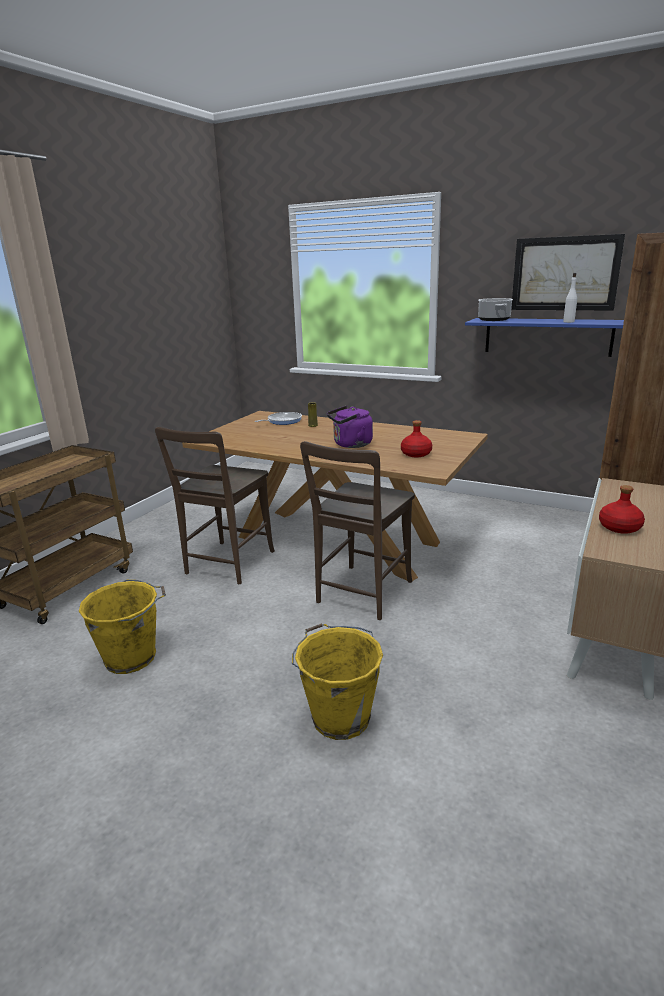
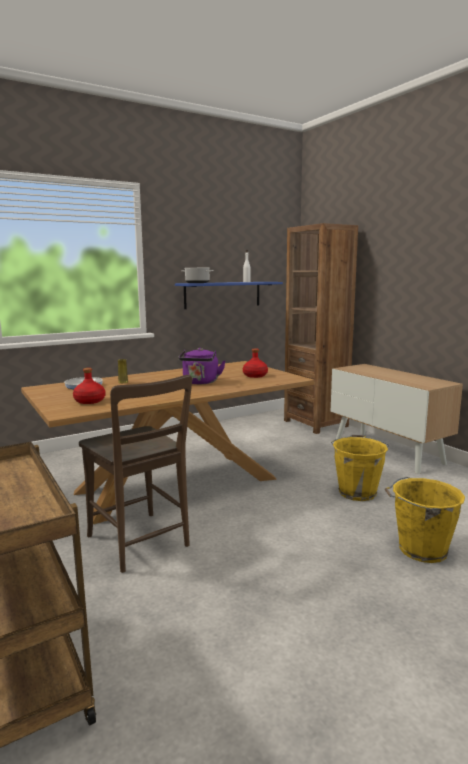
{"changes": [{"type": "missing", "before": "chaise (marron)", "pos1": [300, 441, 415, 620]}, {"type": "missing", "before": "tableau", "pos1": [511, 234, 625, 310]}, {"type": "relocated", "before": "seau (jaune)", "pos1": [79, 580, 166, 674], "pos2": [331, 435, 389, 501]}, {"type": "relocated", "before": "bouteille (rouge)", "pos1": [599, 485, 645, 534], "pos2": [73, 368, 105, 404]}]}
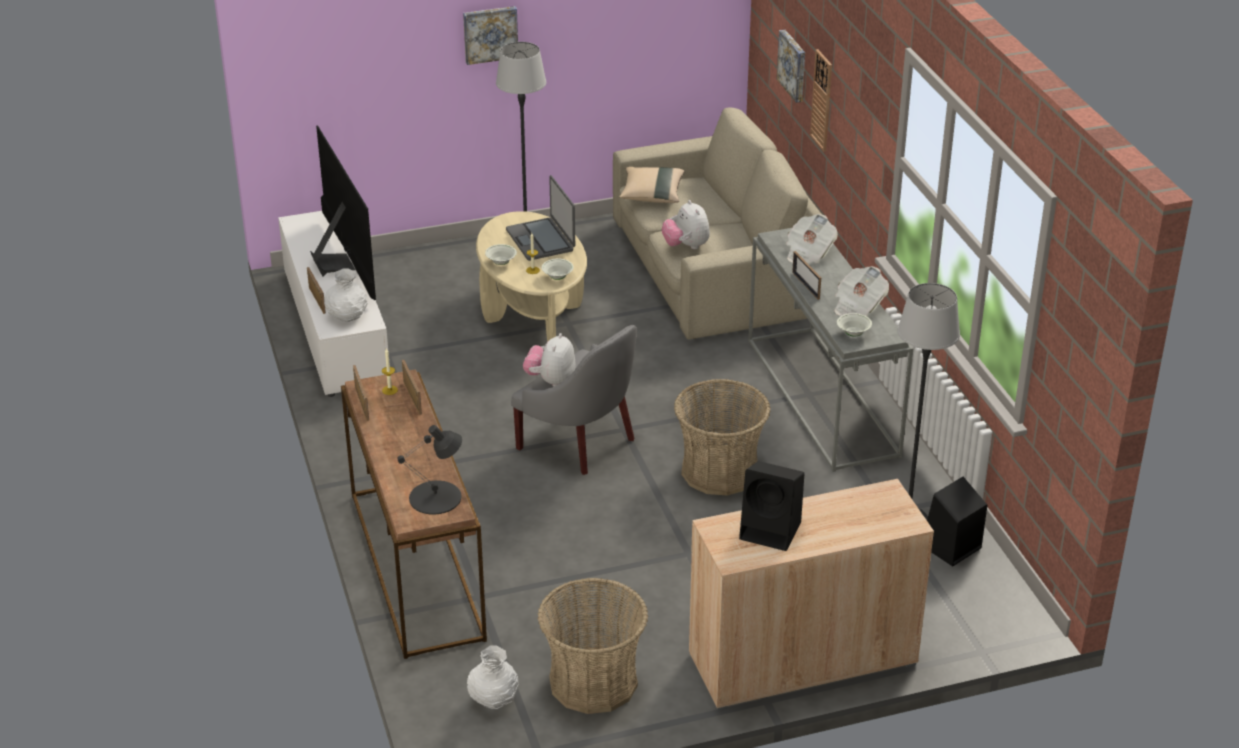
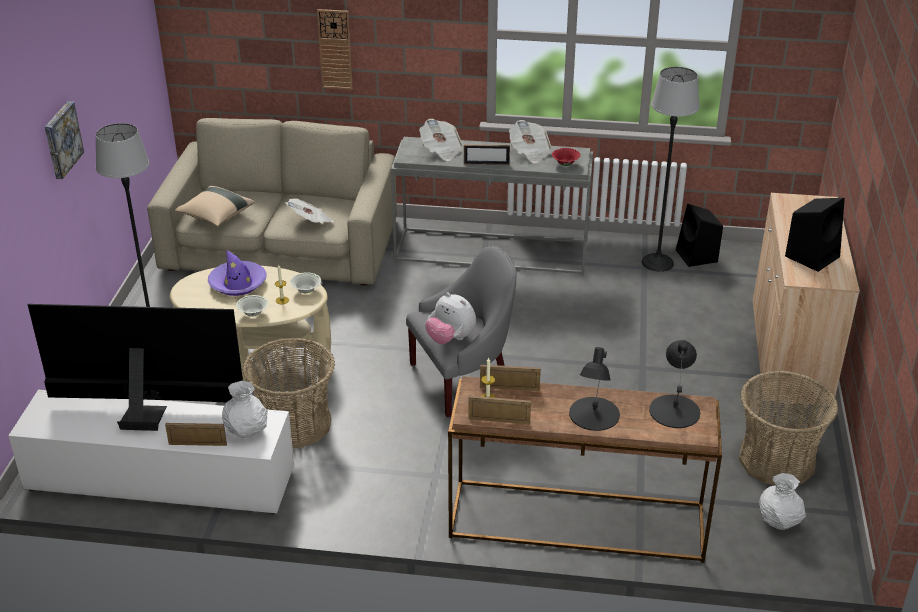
{"changes": [{"type": "missing", "before": "tableau", "pos1": [777, 30, 805, 103]}, {"type": "appeared", "after": "lampe de table (noir)", "pos2": [569, 347, 620, 431]}, {"type": "relocated", "before": "panier", "pos1": [674, 379, 771, 495], "pos2": [242, 337, 335, 448]}, {"type": "exchanged", "before": "ordinateur portable", "after": "chapeau (violet)", "pos1": [506, 175, 575, 261], "pos2": [208, 250, 267, 296]}, {"type": "exchanged", "before": "peluche", "after": "journal", "pos1": [662, 200, 710, 249], "pos2": [285, 198, 334, 224]}, {"type": "colour", "before": "bol (blanc)", "after": "bol (rouge)", "pos1": [837, 313, 872, 337], "pos2": [552, 148, 580, 166]}]}
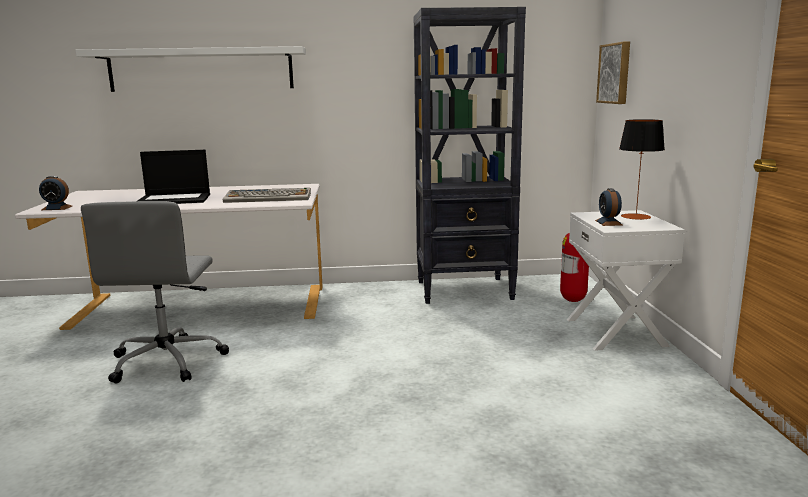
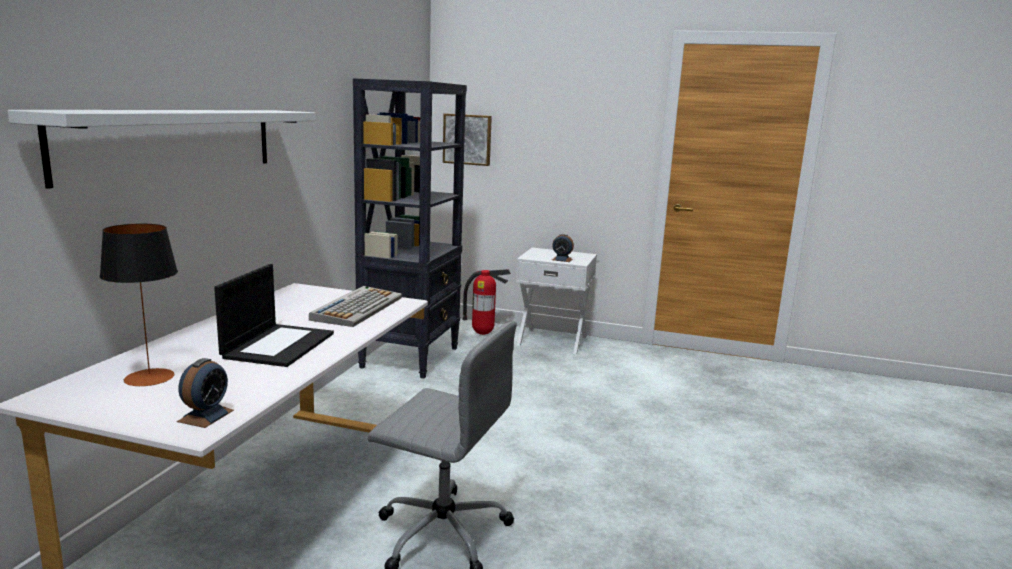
{"changes": [{"type": "relocated", "before": "lampe de table", "pos1": [619, 119, 665, 220], "pos2": [100, 224, 178, 386]}]}
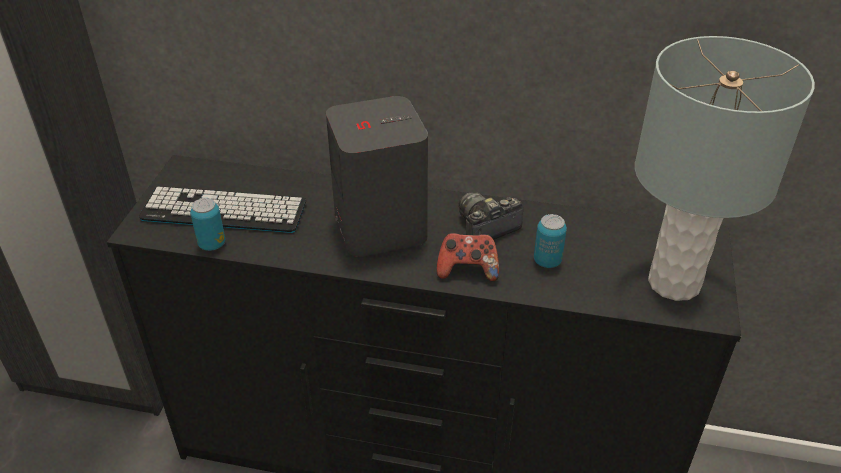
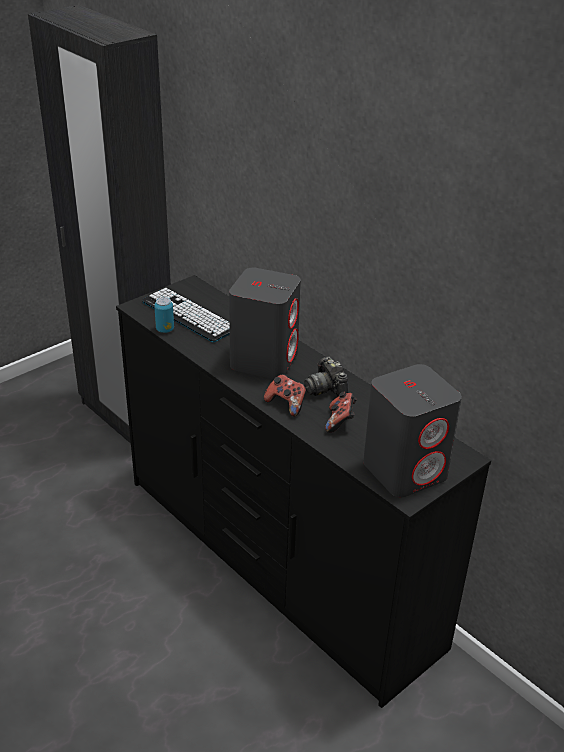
{"changes": [{"type": "exchanged", "before": "boîte métallique", "after": "manette", "pos1": [534, 214, 567, 268], "pos2": [325, 392, 357, 433]}, {"type": "exchanged", "before": "lampe de table (gris)", "after": "enceinte (gris)", "pos1": [635, 36, 815, 301], "pos2": [363, 364, 462, 498]}, {"type": "spun", "before": "appareil photo", "pos1": [459, 192, 523, 240], "pos2": [304, 357, 348, 396], "turn": -120}]}
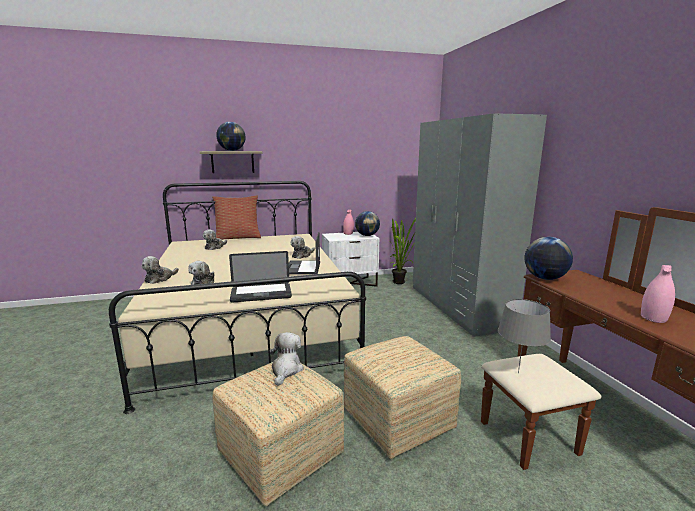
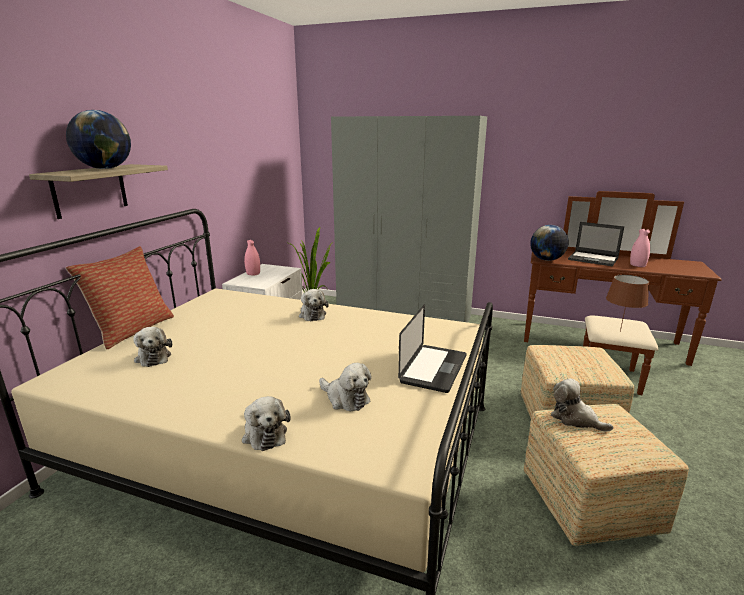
{"changes": [{"type": "missing", "before": "globe", "pos1": [355, 211, 380, 236]}, {"type": "relocated", "before": "ordinateur portable", "pos1": [289, 232, 320, 274], "pos2": [568, 222, 624, 266]}, {"type": "colour", "before": "lampe de table (gris)", "after": "lampe de table (marron)", "pos1": [498, 299, 551, 373], "pos2": [606, 274, 649, 332]}]}
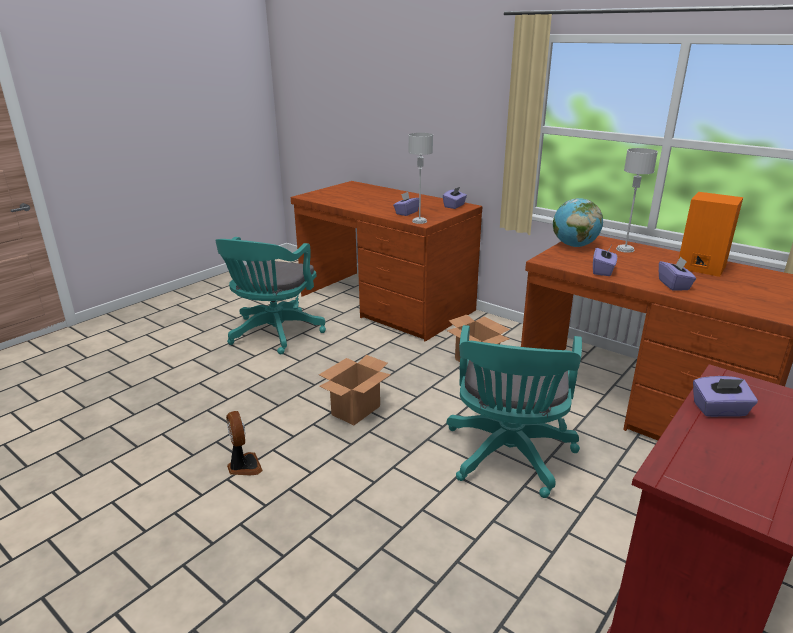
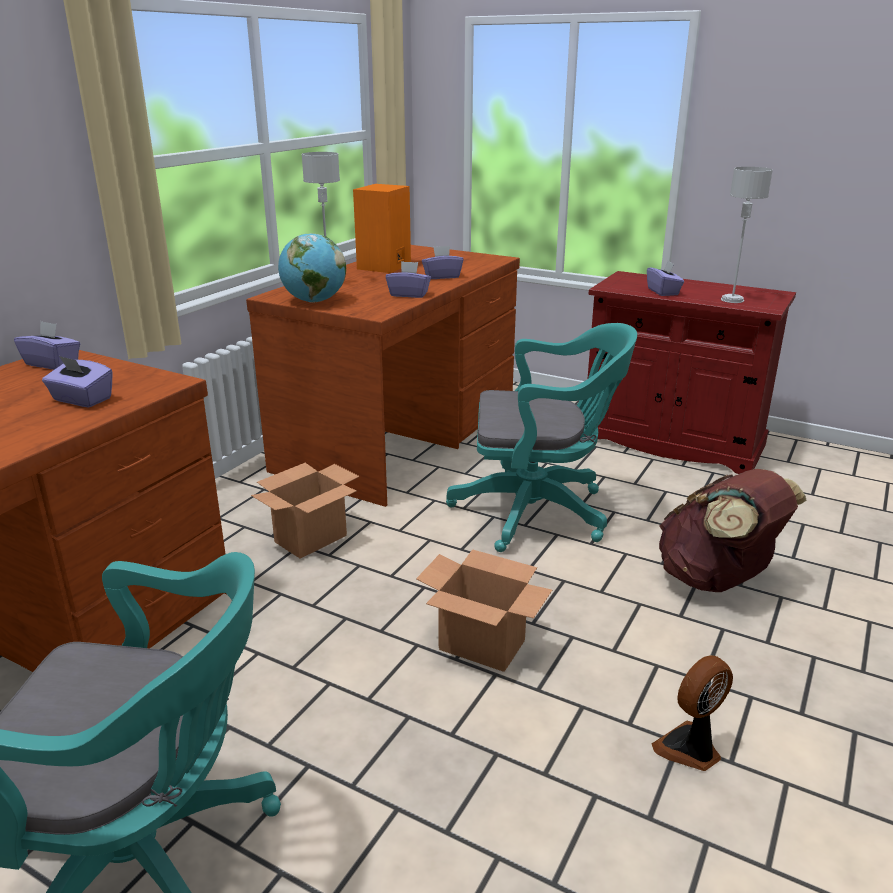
{"changes": [{"type": "appeared", "after": "sac à dos (marron)", "pos2": [659, 469, 807, 592]}, {"type": "relocated", "before": "lampe de table (gris)", "pos1": [408, 133, 433, 224], "pos2": [721, 167, 773, 303]}]}
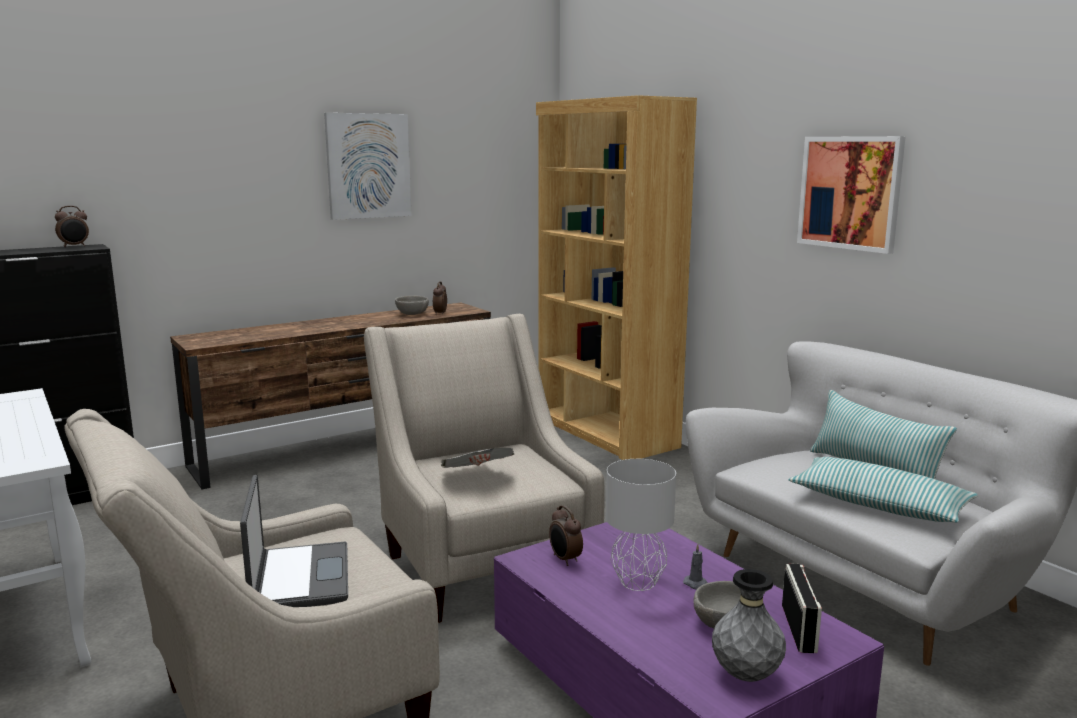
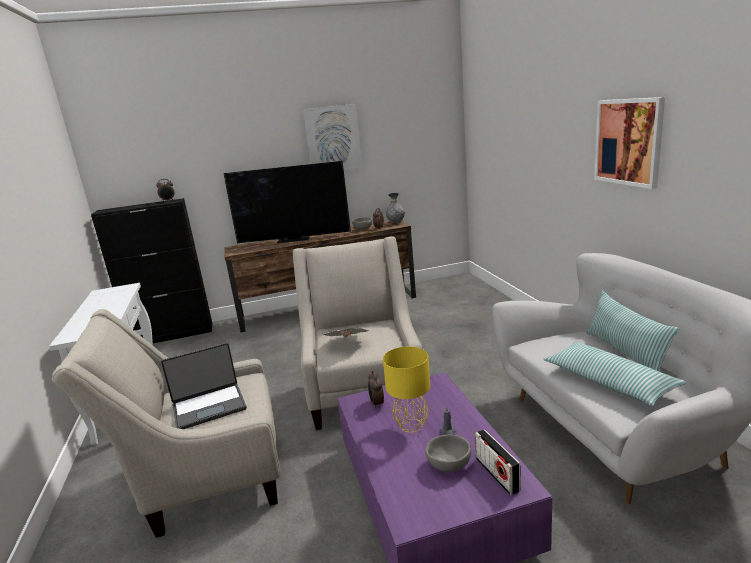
{"changes": [{"type": "missing", "before": "bibliothèque (marron)", "pos1": [536, 95, 697, 460]}, {"type": "appeared", "after": "téléviseur", "pos2": [223, 161, 351, 243]}, {"type": "relocated", "before": "vase (gris)", "pos1": [712, 569, 786, 682], "pos2": [386, 193, 405, 223]}, {"type": "colour", "before": "lampe de table (gris)", "after": "lampe de table (jaune)", "pos1": [606, 459, 676, 591], "pos2": [383, 346, 430, 433]}, {"type": "spun", "before": "ordinateur portable", "pos1": [240, 475, 348, 607], "pos2": [161, 343, 247, 429], "turn": 60}, {"type": "spun", "before": "radio", "pos1": [782, 564, 822, 653], "pos2": [475, 429, 521, 495], "turn": 135}]}
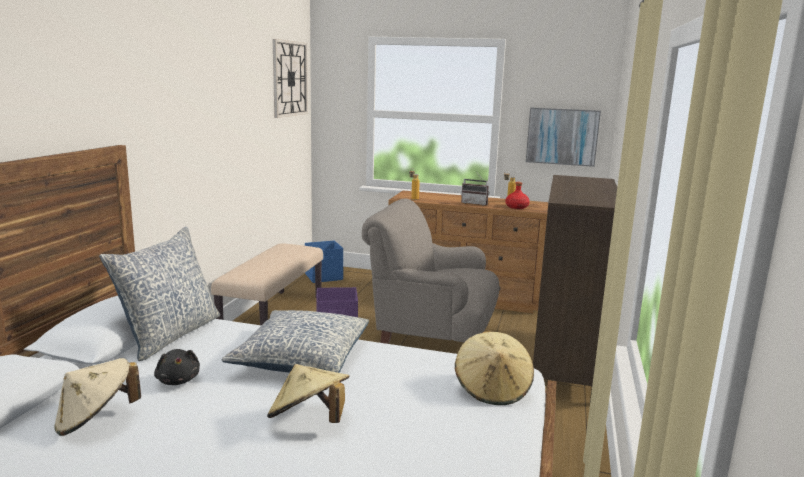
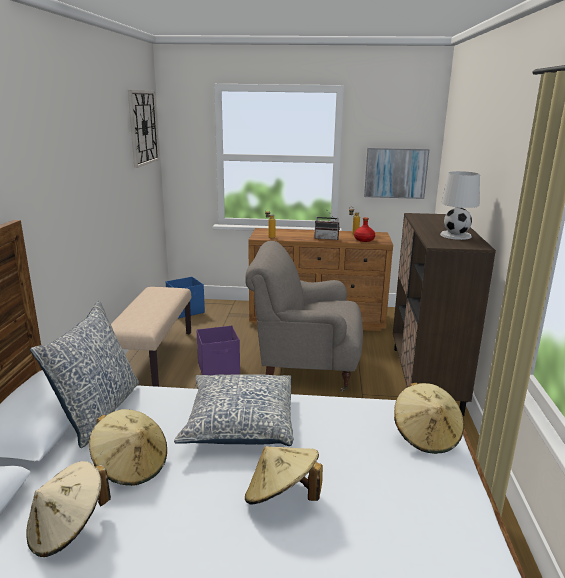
{"changes": [{"type": "appeared", "after": "lampe de table (blanc)", "pos2": [440, 171, 480, 240]}, {"type": "exchanged", "before": "peluche (noir)", "after": "chapeau (beige)", "pos1": [154, 349, 200, 385], "pos2": [89, 409, 167, 486]}]}
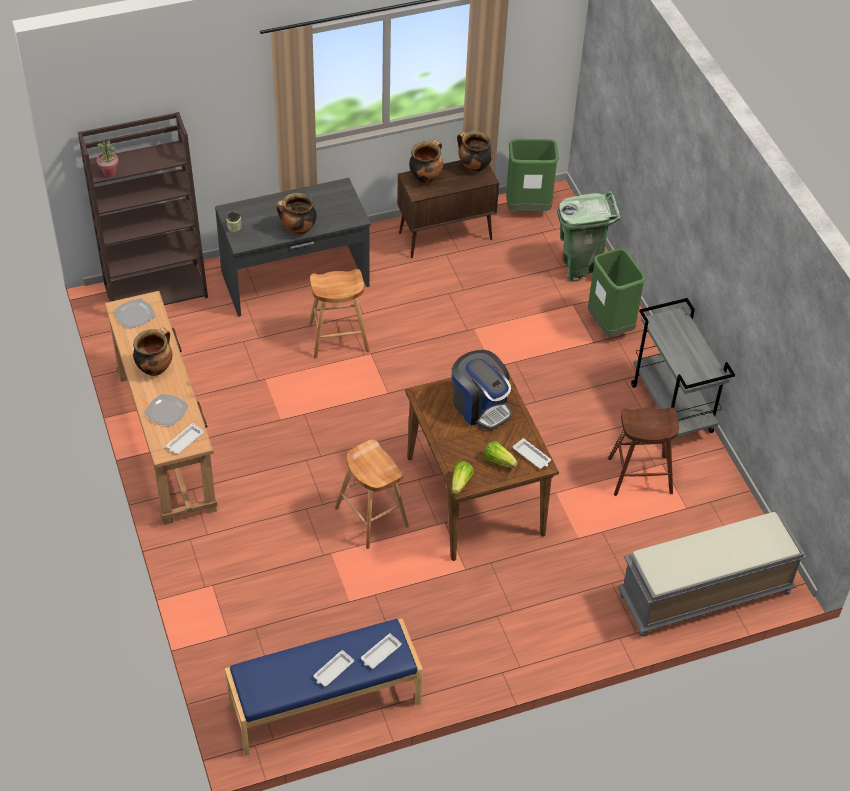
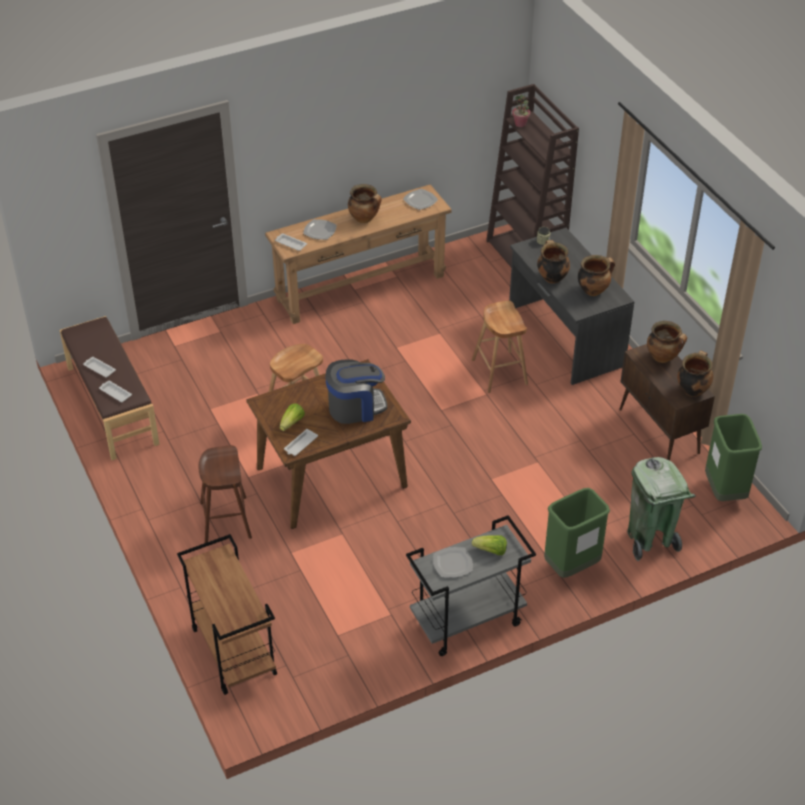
{"changes": [{"type": "appeared", "after": "assiette", "pos2": [433, 547, 473, 578]}, {"type": "appeared", "after": "marmite", "pos2": [578, 255, 615, 296]}, {"type": "relocated", "before": "laitue", "pos1": [452, 461, 474, 495], "pos2": [472, 535, 507, 555]}, {"type": "relocated", "before": "tabouret (marron)", "pos1": [608, 407, 679, 496], "pos2": [199, 446, 252, 543]}, {"type": "exchanged", "before": "banc (gris)", "after": "chariot (marron)", "pos1": [618, 512, 807, 637], "pos2": [177, 534, 277, 695]}, {"type": "colour", "before": "banc (bleu)", "after": "banc (marron)", "pos1": [225, 619, 423, 756], "pos2": [60, 316, 160, 460]}, {"type": "spun", "before": "machine à café", "pos1": [452, 350, 512, 430], "pos2": [325, 360, 387, 424], "turn": -150}]}
